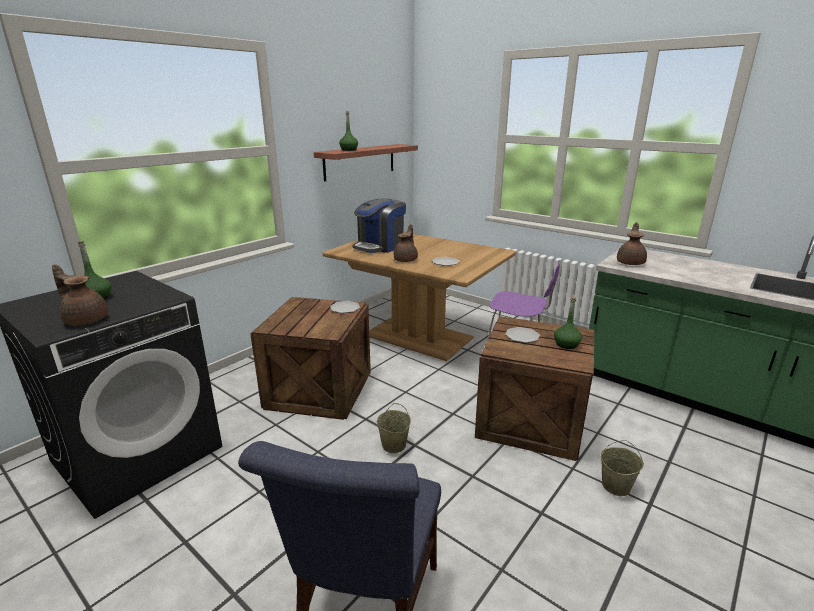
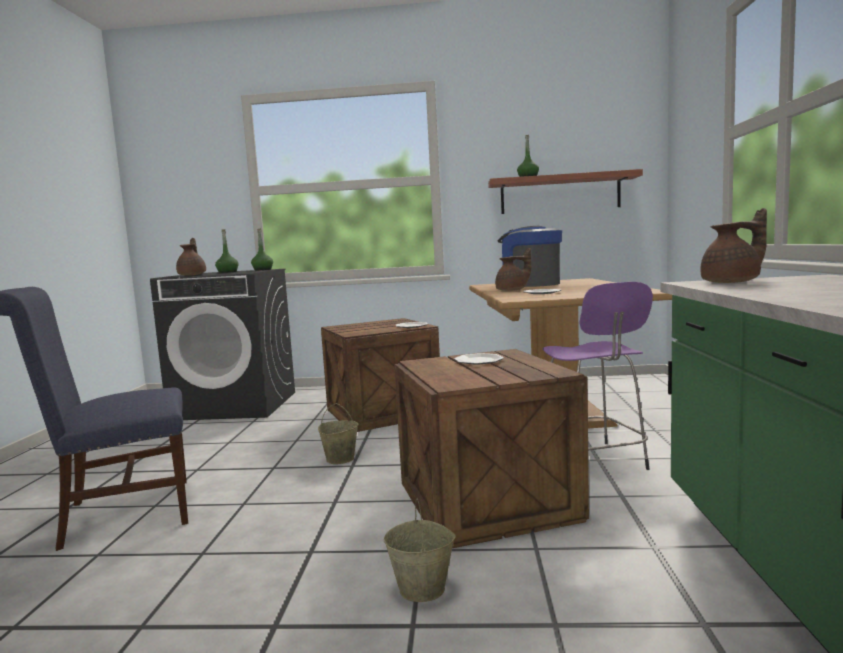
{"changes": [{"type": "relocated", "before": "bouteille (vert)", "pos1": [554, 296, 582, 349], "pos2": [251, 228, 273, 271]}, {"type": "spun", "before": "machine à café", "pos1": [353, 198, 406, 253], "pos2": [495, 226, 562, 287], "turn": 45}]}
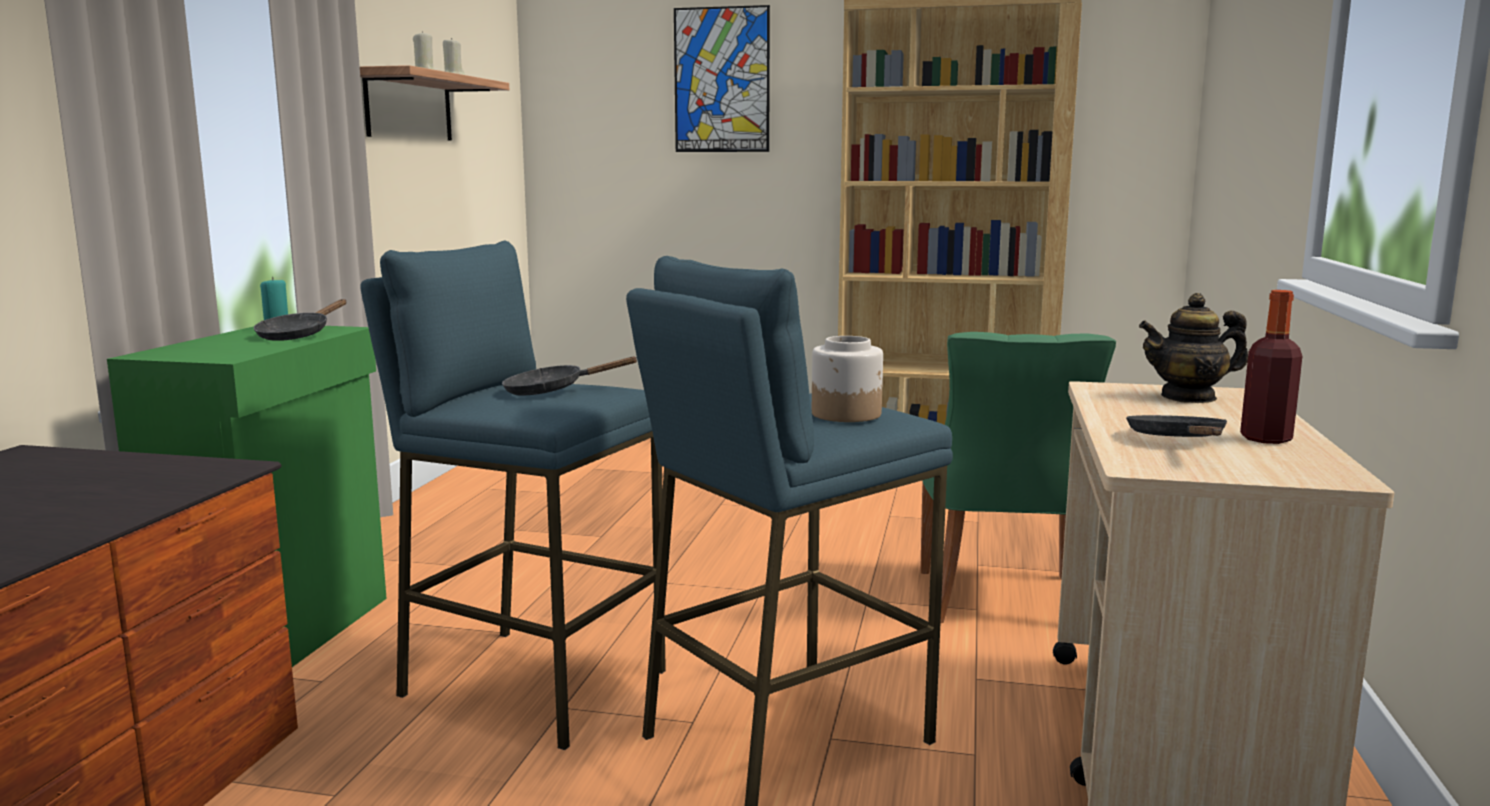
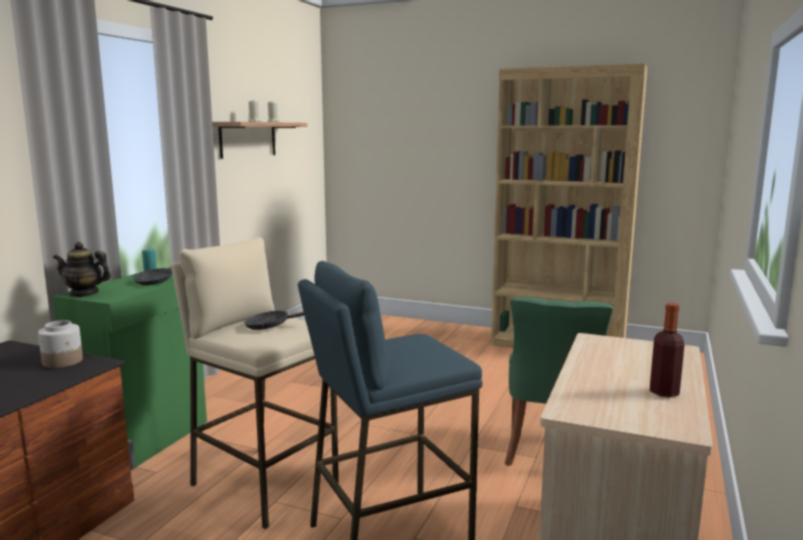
{"changes": [{"type": "missing", "before": "tableau", "pos1": [674, 5, 770, 152]}, {"type": "missing", "before": "poêle (noir)", "pos1": [1126, 415, 1227, 437]}, {"type": "relocated", "before": "bocal", "pos1": [812, 336, 883, 422], "pos2": [38, 320, 83, 368]}, {"type": "relocated", "before": "théière", "pos1": [1139, 293, 1248, 403], "pos2": [53, 242, 111, 297]}, {"type": "colour", "before": "tabouret (bleu)", "after": "tabouret (beige)", "pos1": [360, 241, 666, 750], "pos2": [171, 237, 339, 530]}]}
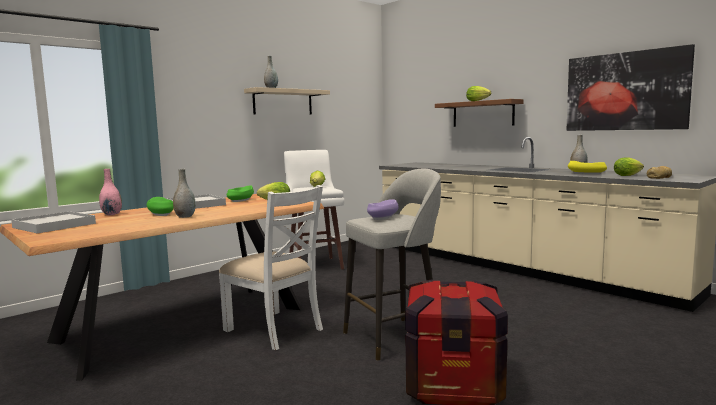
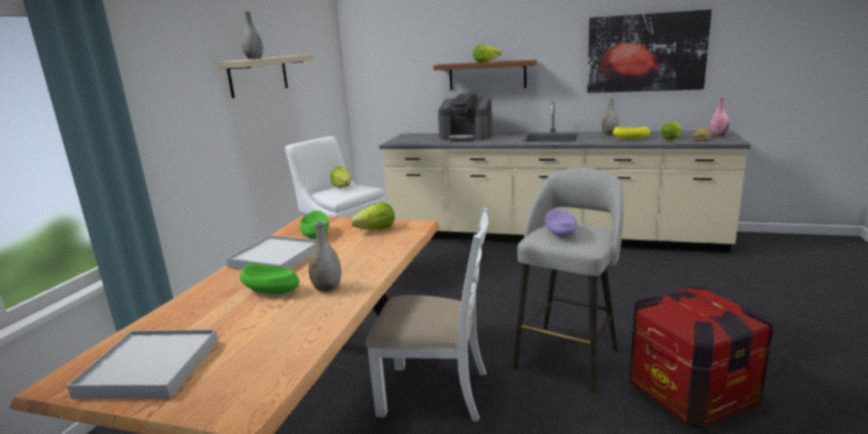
{"changes": [{"type": "appeared", "after": "machine à café", "pos2": [438, 94, 493, 141]}, {"type": "relocated", "before": "vase (rose)", "pos1": [99, 169, 122, 215], "pos2": [710, 97, 729, 137]}]}
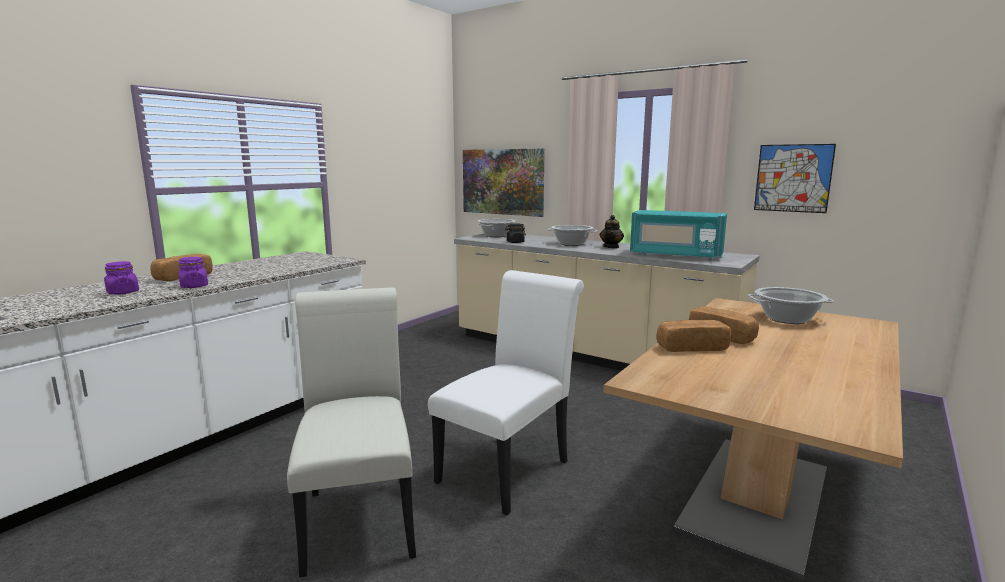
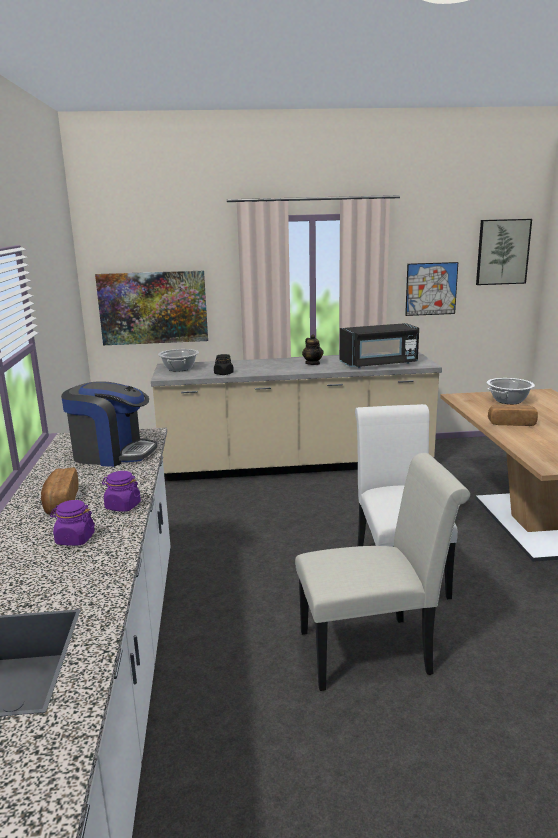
{"changes": [{"type": "missing", "before": "marmite", "pos1": [547, 225, 598, 246]}, {"type": "missing", "before": "pain", "pos1": [656, 320, 731, 352]}, {"type": "appeared", "after": "machine à café", "pos2": [61, 382, 157, 467]}, {"type": "appeared", "after": "tableau", "pos2": [476, 219, 532, 285]}, {"type": "colour", "before": "micro-ondes (turquoise)", "after": "micro-ondes (noir)", "pos1": [630, 210, 727, 260], "pos2": [340, 323, 419, 368]}, {"type": "spun", "before": "chaise (blanc)", "pos1": [287, 287, 416, 578], "pos2": [295, 453, 470, 691], "turn": 135}]}
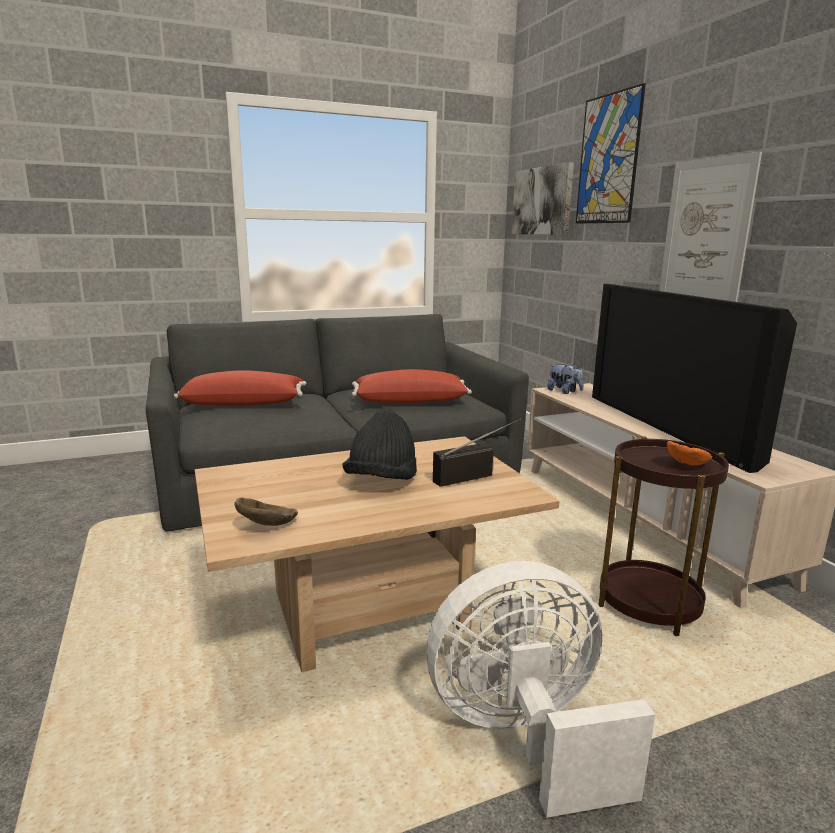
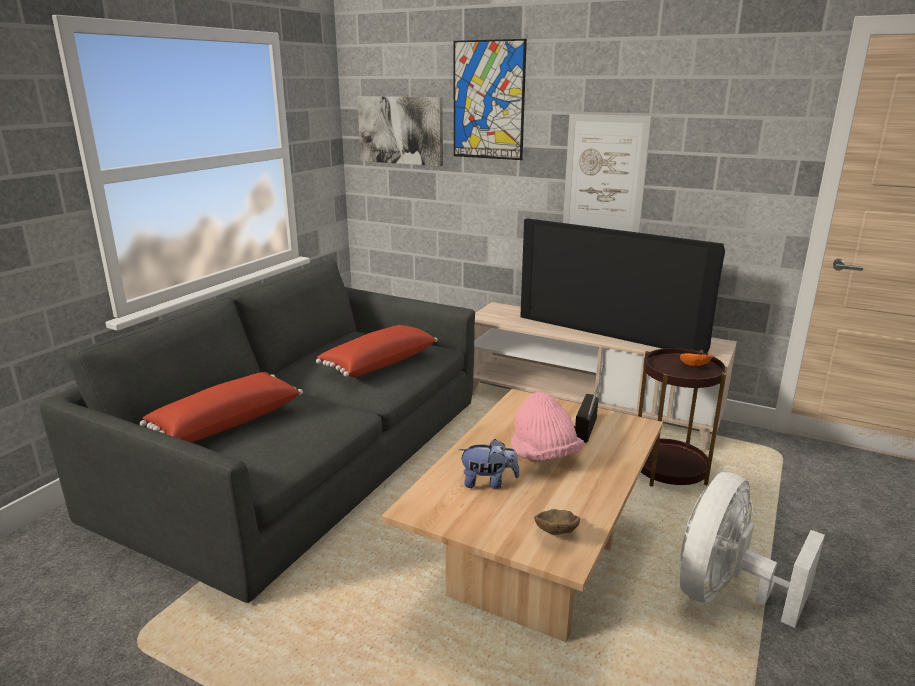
{"changes": [{"type": "relocated", "before": "peluche", "pos1": [547, 364, 583, 394], "pos2": [458, 439, 520, 489]}, {"type": "colour", "before": "chapeau (noir)", "after": "chapeau (rose)", "pos1": [342, 409, 417, 480], "pos2": [511, 392, 584, 461]}]}
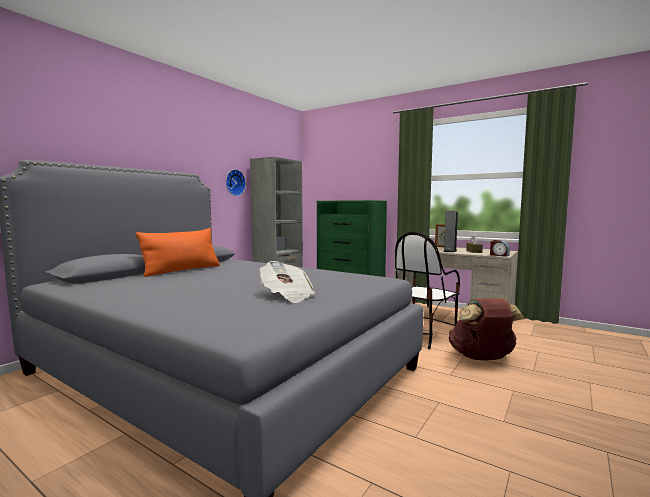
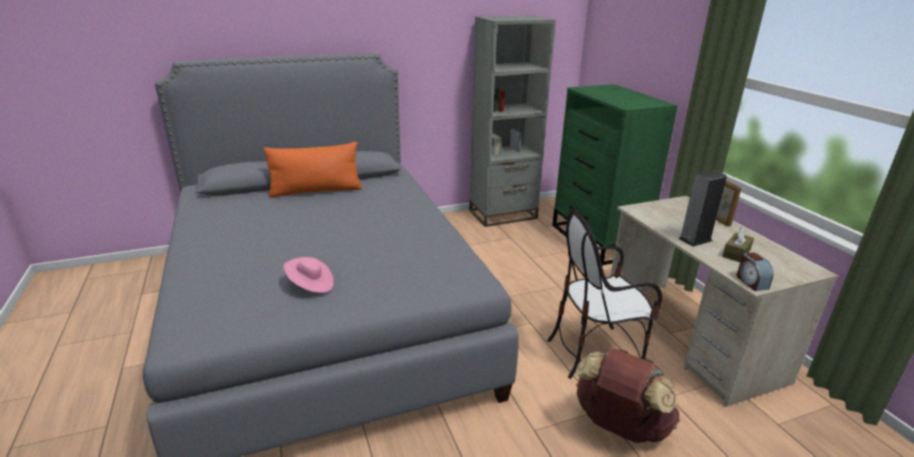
{"changes": [{"type": "missing", "before": "horloge murale", "pos1": [226, 169, 246, 196]}, {"type": "exchanged", "before": "journal", "after": "chapeau (rose)", "pos1": [259, 261, 315, 303], "pos2": [283, 257, 334, 293]}]}
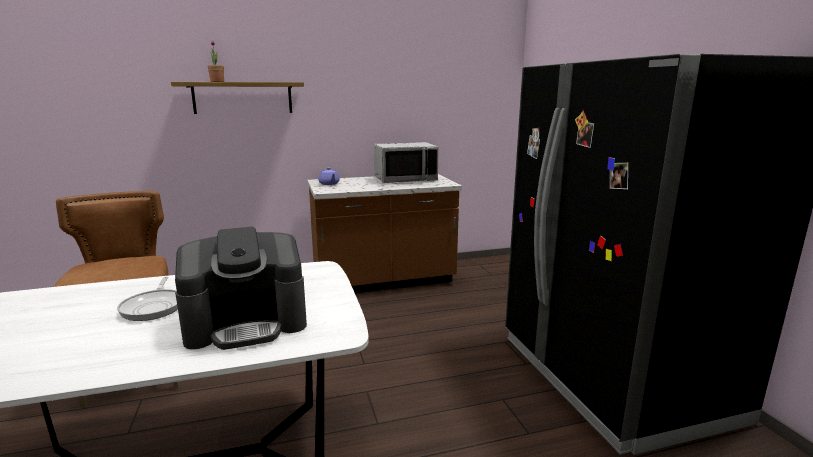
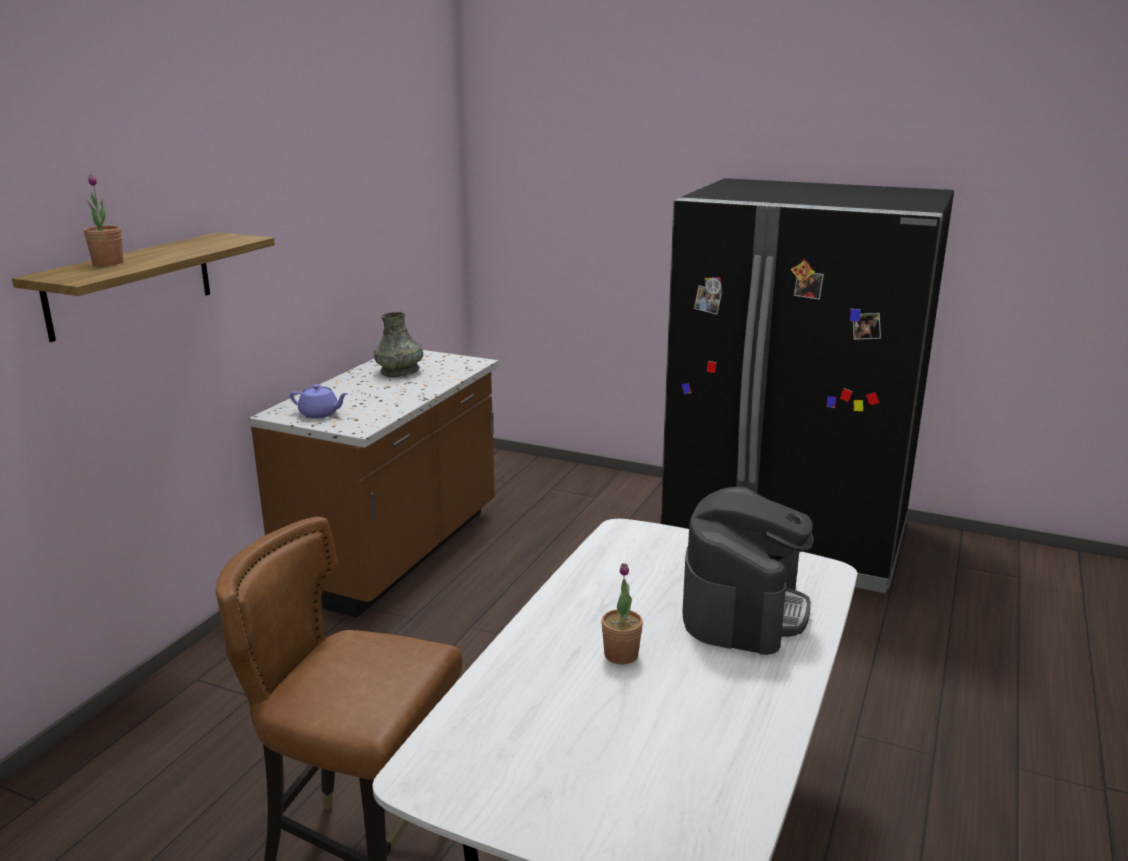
{"changes": [{"type": "exchanged", "before": "poêle", "after": "plante en pot", "pos1": [117, 277, 178, 321], "pos2": [601, 563, 643, 665]}, {"type": "exchanged", "before": "micro-ondes (gris)", "after": "vase (gris)", "pos1": [374, 142, 439, 183], "pos2": [374, 312, 423, 377]}]}
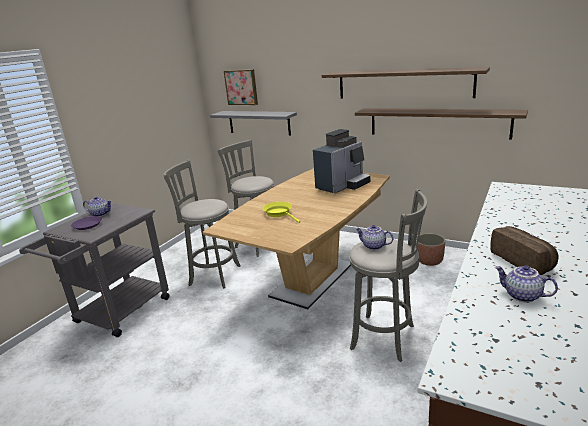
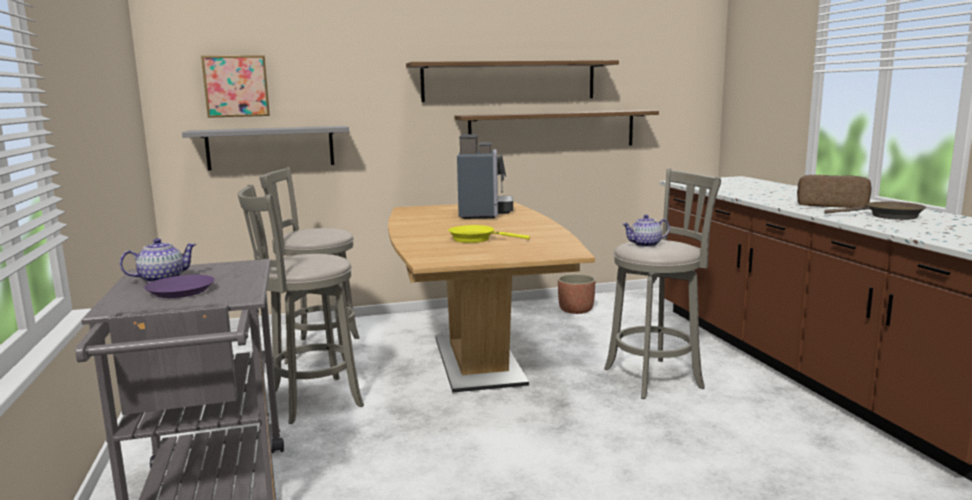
{"changes": [{"type": "exchanged", "before": "théière", "after": "poêle (marron)", "pos1": [495, 265, 558, 302], "pos2": [824, 201, 926, 220]}]}
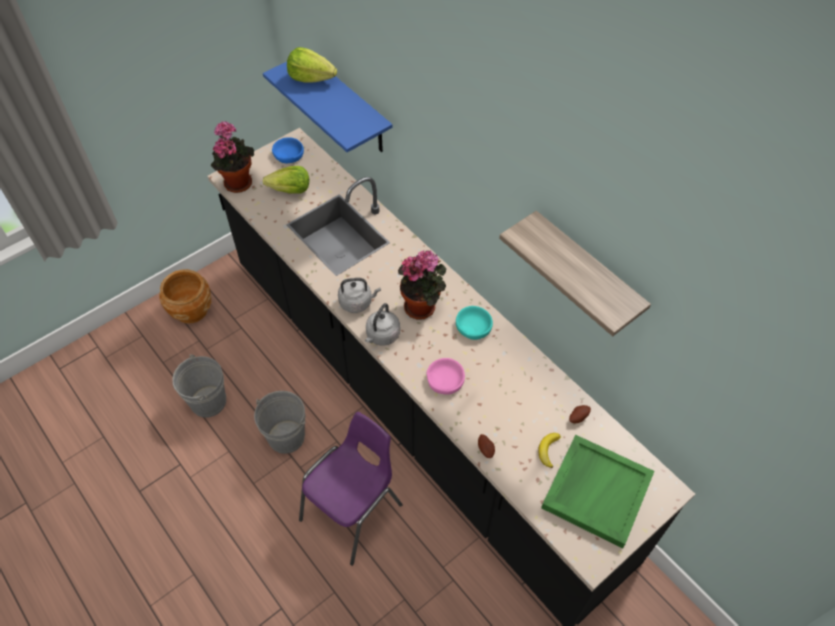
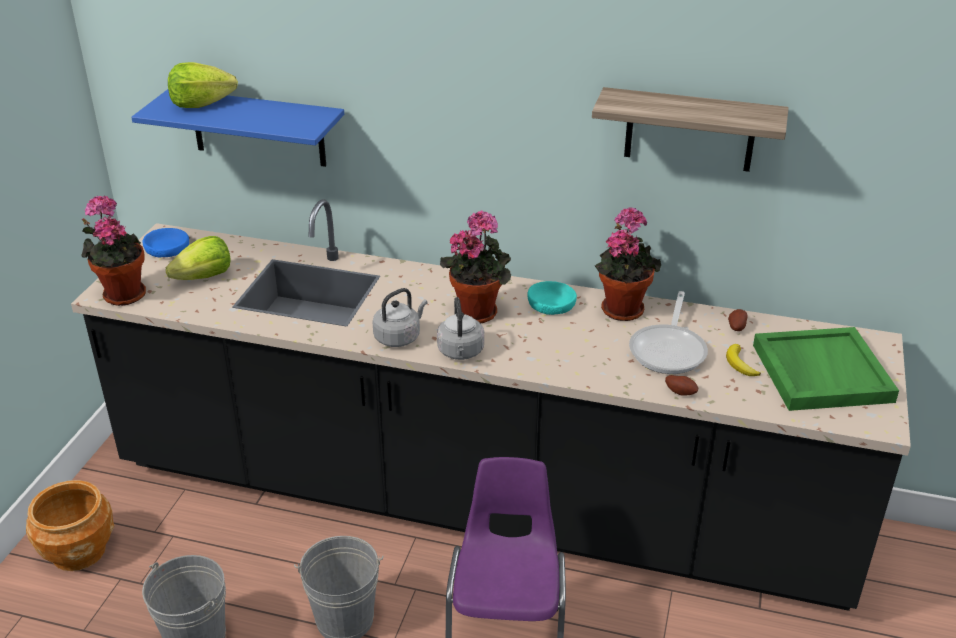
{"changes": [{"type": "missing", "before": "bol (rose)", "pos1": [426, 358, 465, 395]}, {"type": "appeared", "after": "plante en pot", "pos2": [595, 207, 661, 321]}, {"type": "appeared", "after": "poêle", "pos2": [629, 291, 708, 374]}]}
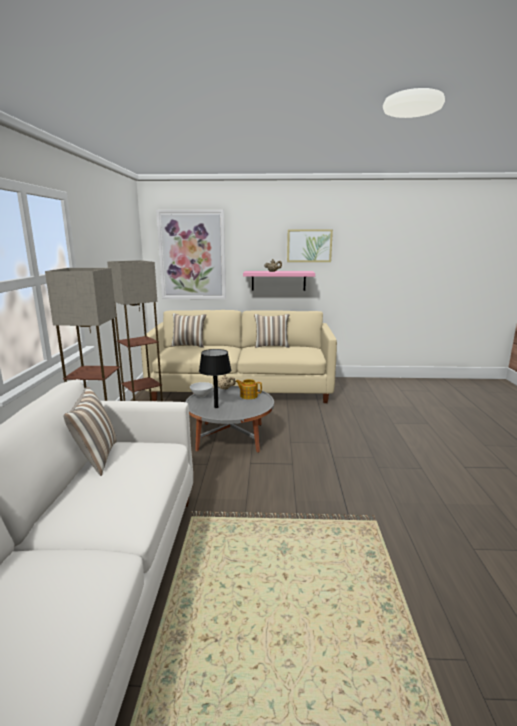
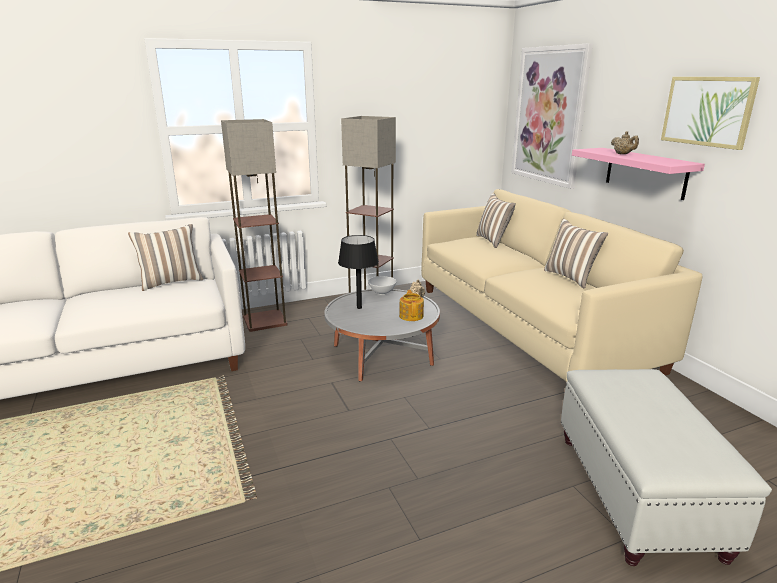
{"changes": [{"type": "appeared", "after": "pouf (blanc)", "pos2": [561, 369, 772, 566]}]}
